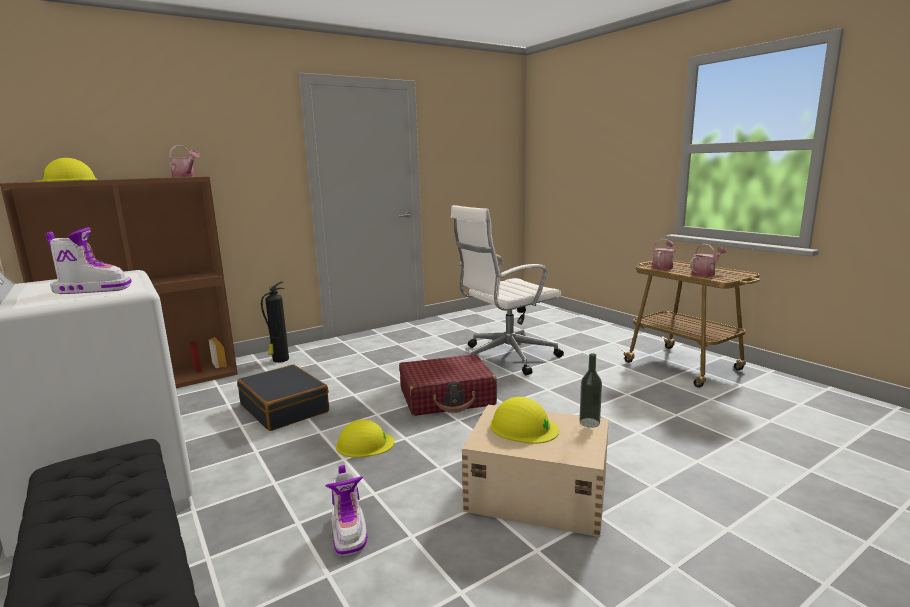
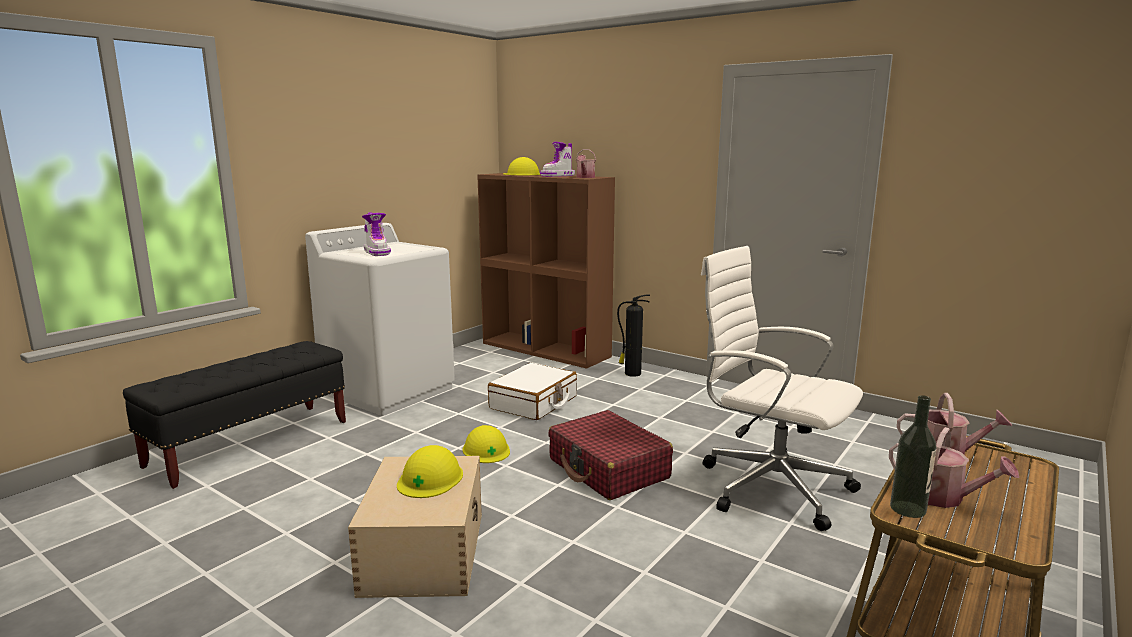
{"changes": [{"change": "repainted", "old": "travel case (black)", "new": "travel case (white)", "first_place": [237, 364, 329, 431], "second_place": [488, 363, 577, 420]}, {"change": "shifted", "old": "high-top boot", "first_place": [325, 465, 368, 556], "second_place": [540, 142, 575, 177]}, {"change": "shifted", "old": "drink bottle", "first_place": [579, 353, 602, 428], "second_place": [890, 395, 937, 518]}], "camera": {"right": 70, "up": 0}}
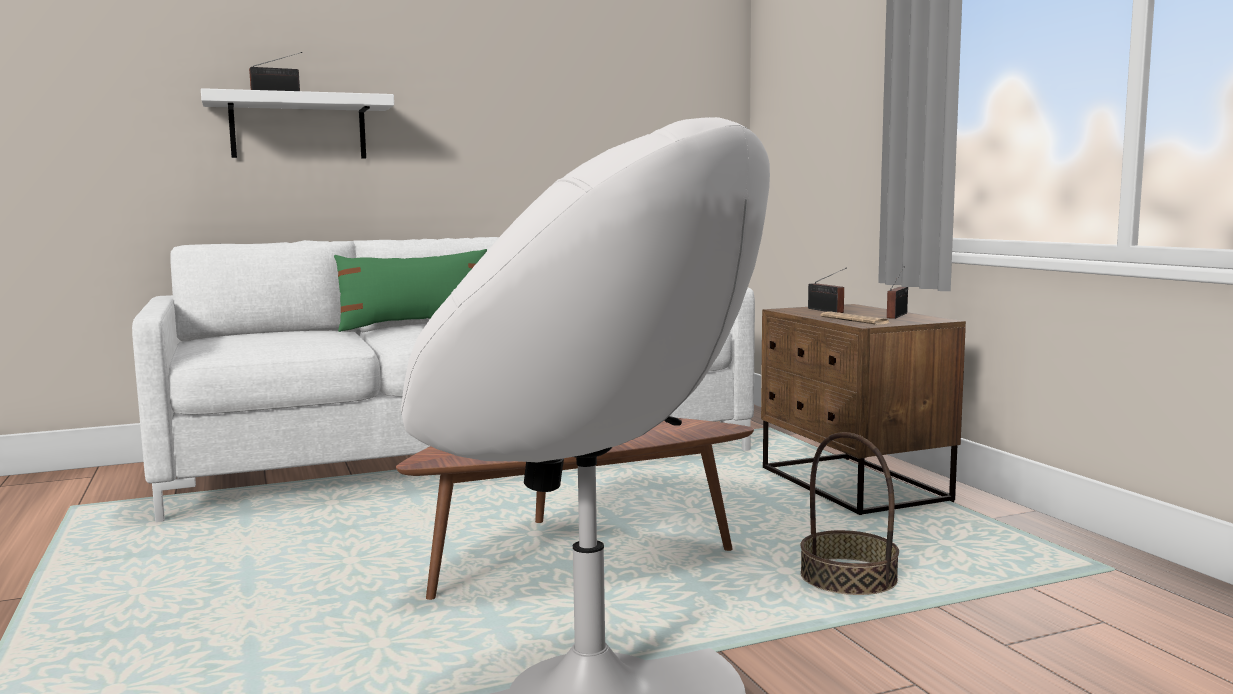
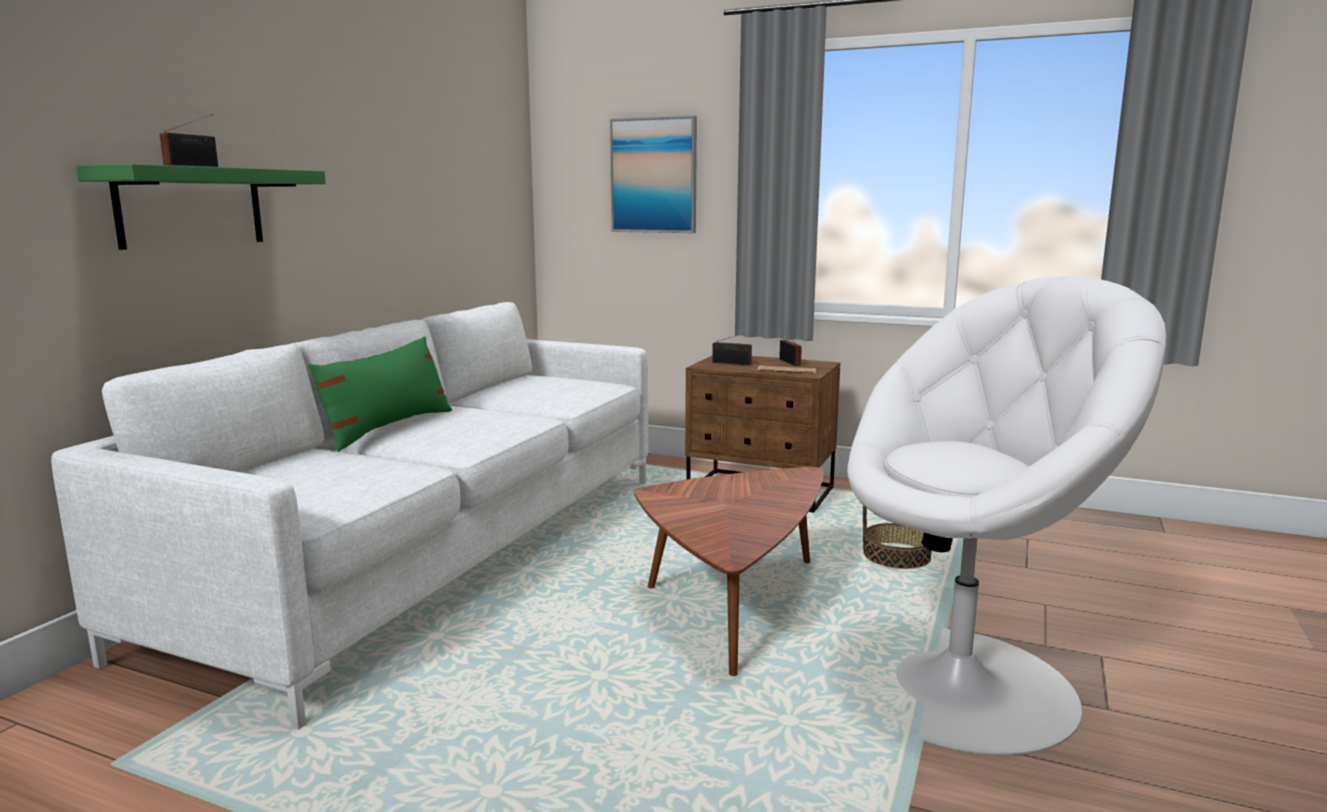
{"changes": [{"change": "repainted", "old": "bracket shelf (white)", "new": "bracket shelf (green-coloured)", "first_place": [201, 88, 394, 159], "second_place": [76, 164, 326, 250]}, {"change": "new", "new": "wall art", "second_place": [610, 116, 697, 233]}], "camera": {"right": -45, "up": 5}}
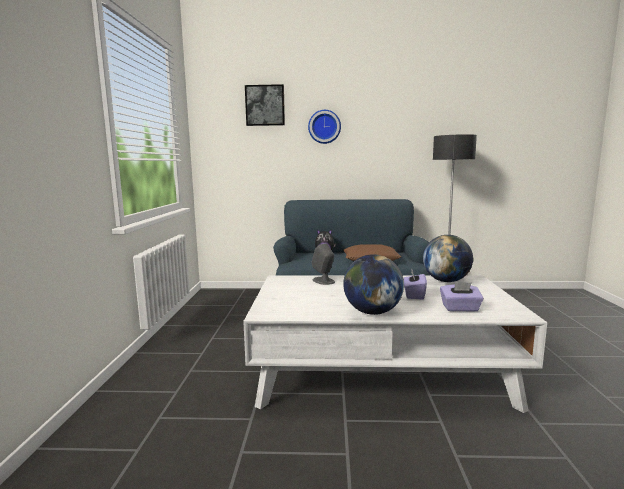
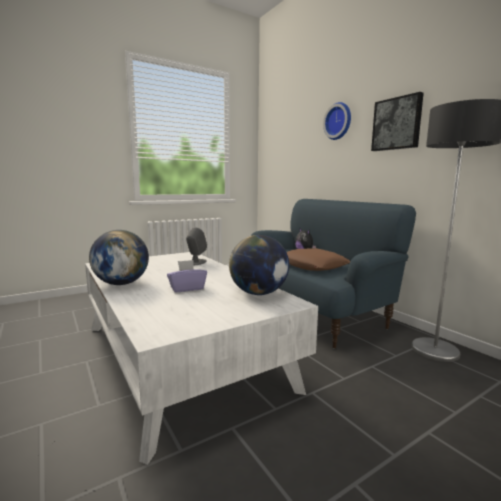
{"changes": [{"change": "shifted", "old": "wall art", "first_place": [245, 84, 285, 126], "second_place": [371, 92, 424, 151]}, {"change": "gone", "old": "box of tissues (purplish)", "first_place": [440, 282, 484, 312]}], "camera": {"right": 55, "up": 0}}
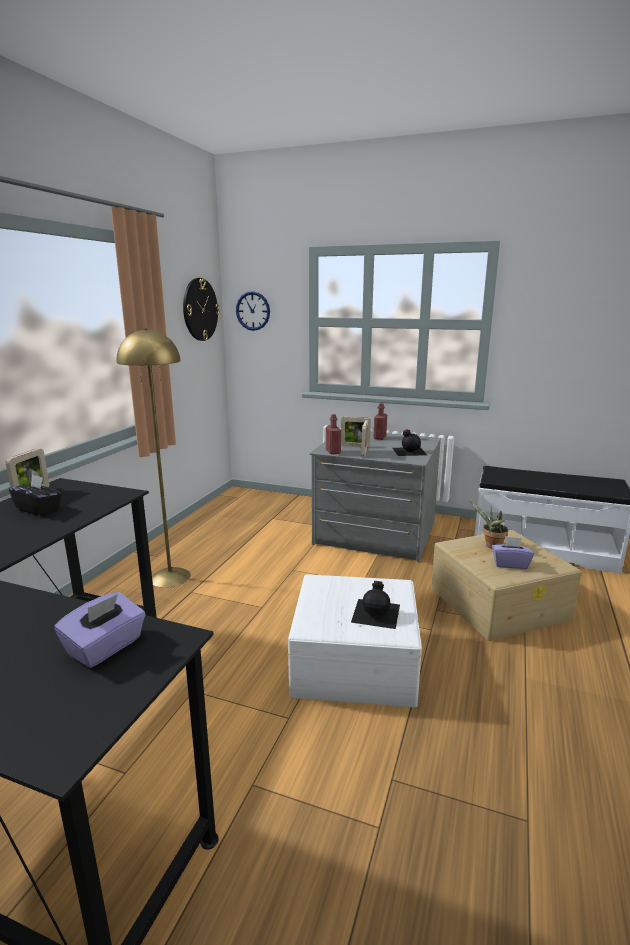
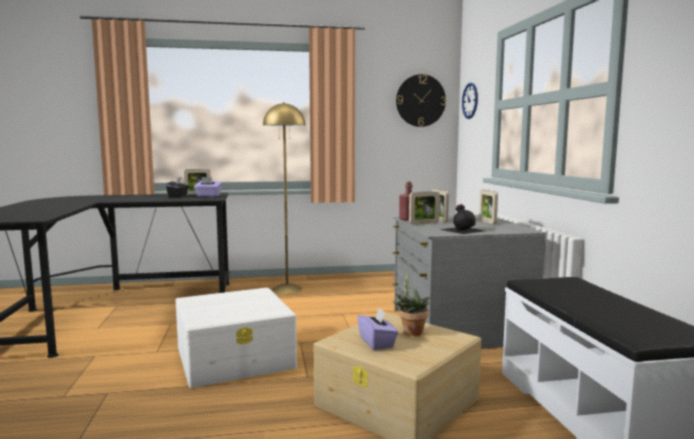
{"changes": [{"change": "shifted", "old": "box of tissues (purplish)", "first_place": [54, 592, 146, 668], "second_place": [194, 177, 222, 197]}, {"change": "gone", "old": "drink bottle (black)", "first_place": [351, 581, 400, 629]}, {"change": "swapped", "old": "drink bottle (red)", "new": "photo frame", "first_place": [373, 403, 387, 440], "second_place": [479, 190, 498, 224]}], "camera": {"right": 60, "up": -10}}
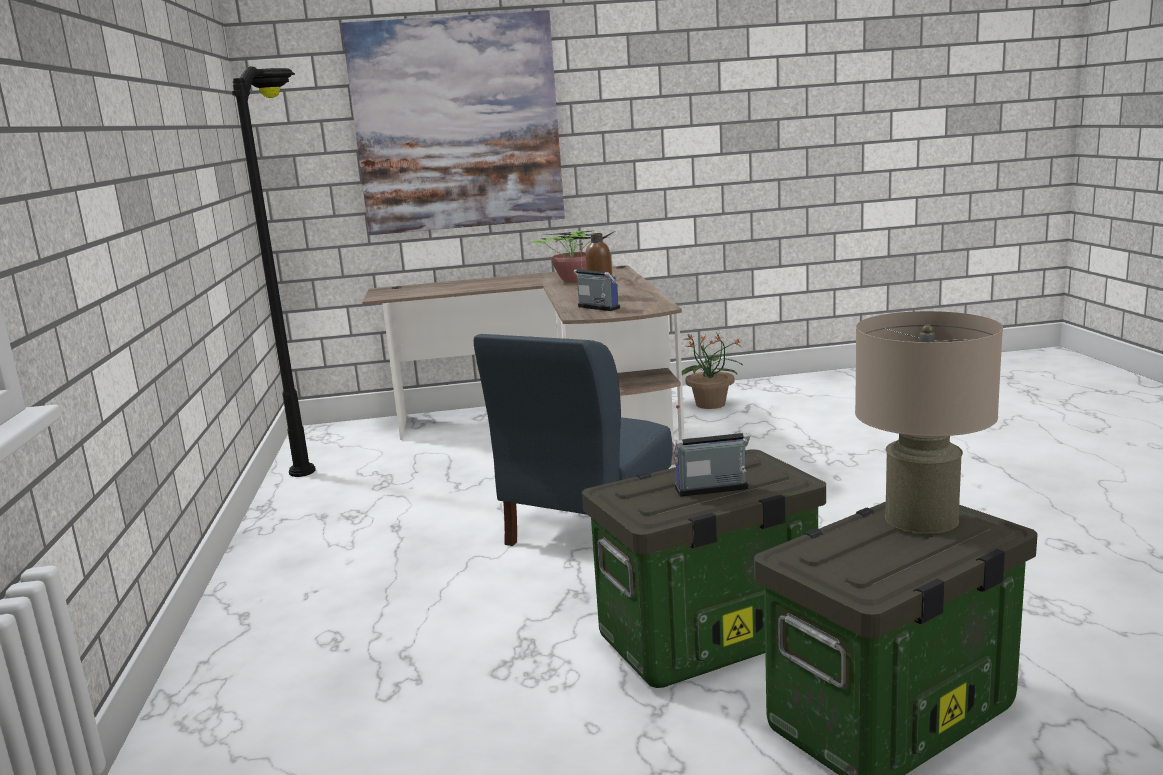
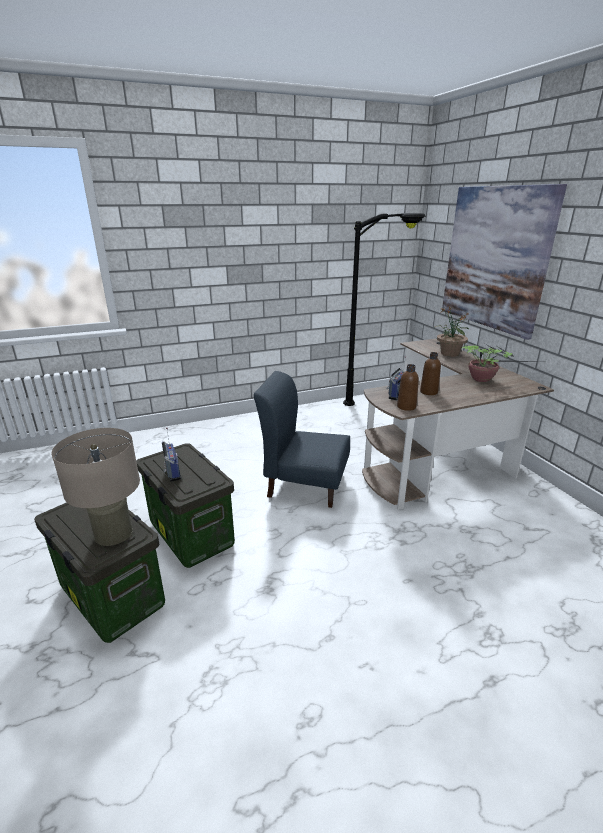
{"changes": [{"change": "shifted", "old": "potted plant", "first_place": [682, 333, 743, 409], "second_place": [435, 306, 469, 357]}, {"change": "new", "new": "drink bottle (brownish)", "second_place": [397, 364, 419, 411]}], "camera": {"right": 75, "up": 10}}
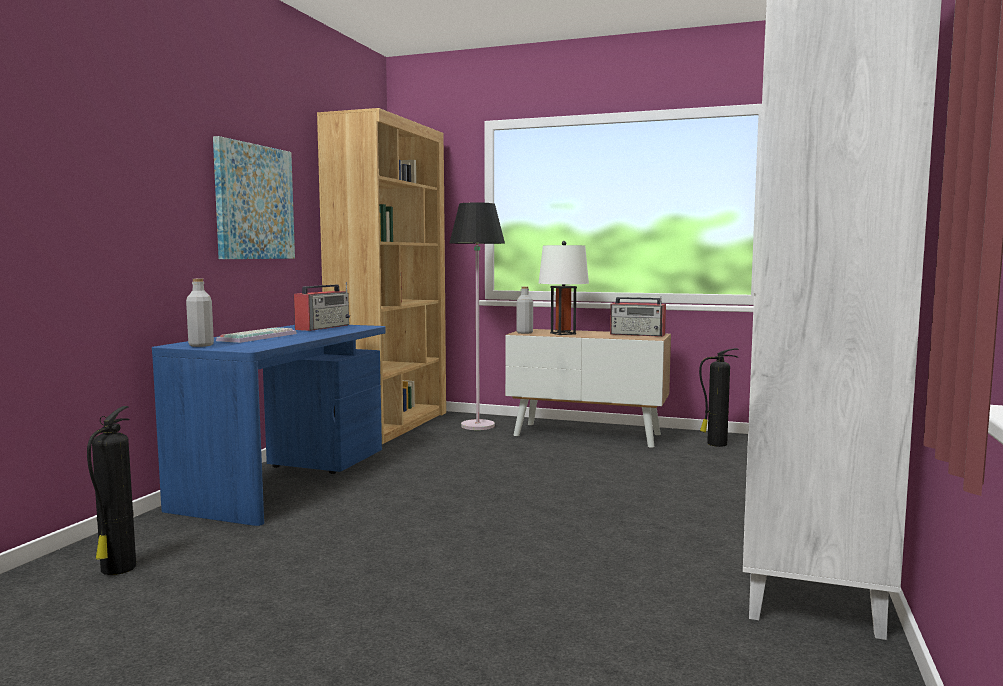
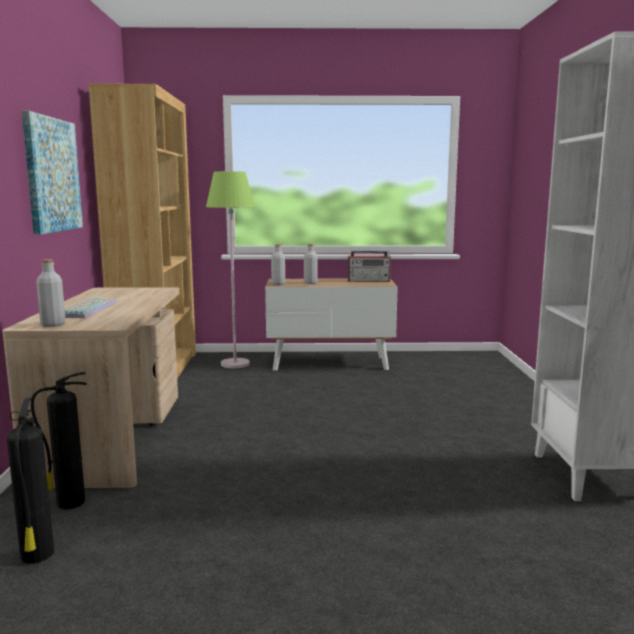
{"changes": [{"change": "repainted", "old": "desk (bluish)", "new": "desk (beige-coloured)", "first_place": [152, 325, 386, 526], "second_place": [2, 287, 179, 488]}, {"change": "gone", "old": "radio", "first_place": [294, 282, 350, 331]}, {"change": "repainted", "old": "standard lamp (black)", "new": "standard lamp (green-coloured)", "first_place": [450, 202, 505, 430], "second_place": [206, 171, 255, 368]}, {"change": "swapped", "old": "table lamp (white)", "new": "drink bottle (grey)", "first_place": [539, 241, 589, 335], "second_place": [304, 244, 318, 284]}, {"change": "shifted", "old": "extinguisher", "first_place": [699, 348, 738, 447], "second_place": [31, 372, 87, 509]}], "camera": {"right": -20, "up": 5}}
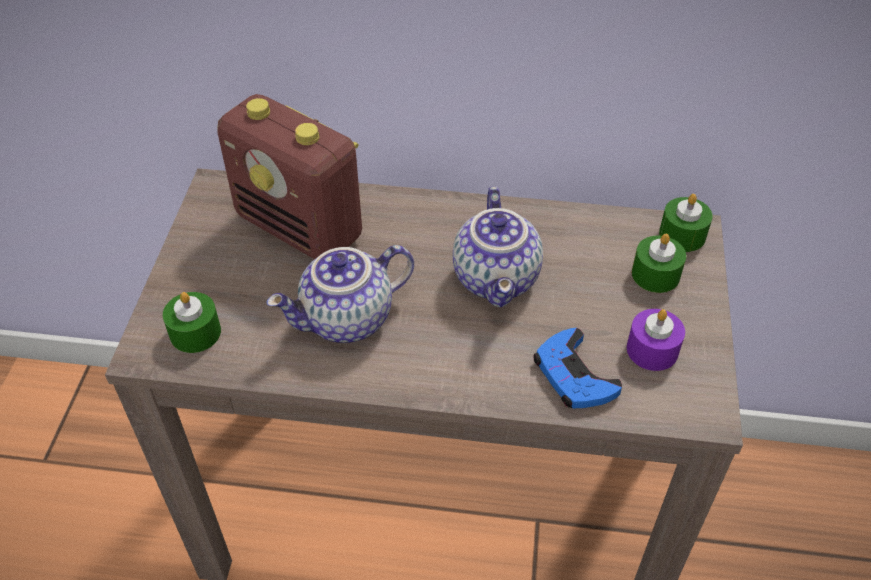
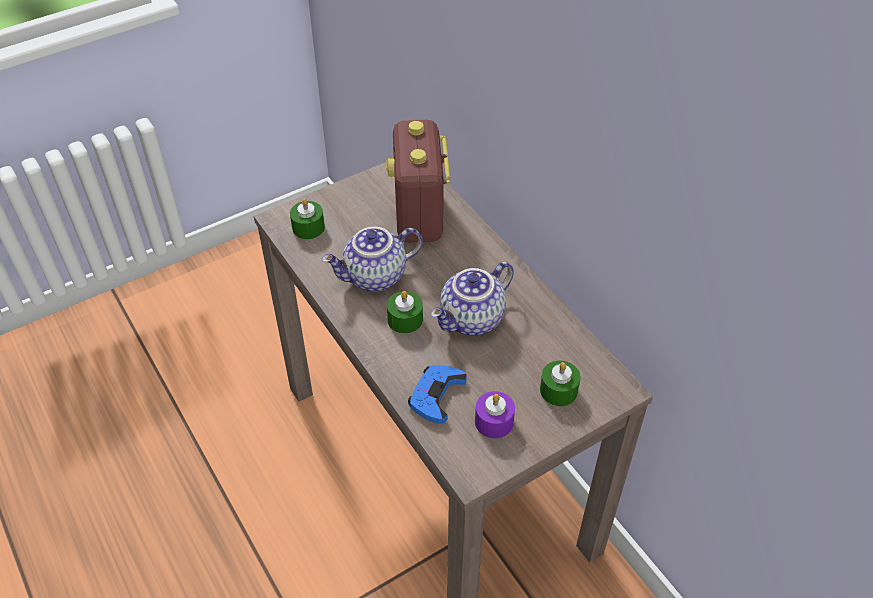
{"changes": [{"change": "rotated", "old": "teapot", "first_place": [266, 245, 414, 343], "second_place": [322, 227, 423, 291], "degrees": -45}, {"change": "shifted", "old": "wax candle (green-coloured)", "first_place": [659, 194, 713, 252], "second_place": [387, 291, 423, 334]}], "camera": {"right": 50, "up": 0}}
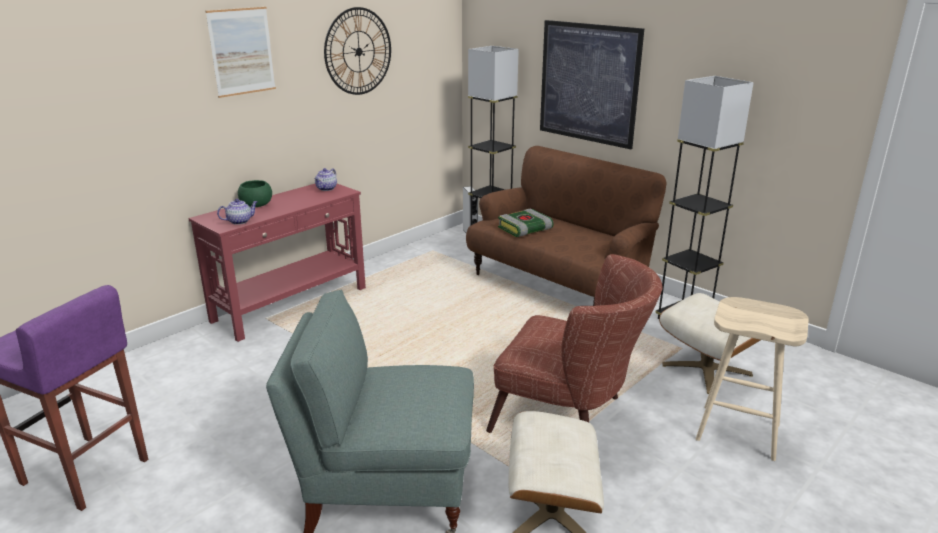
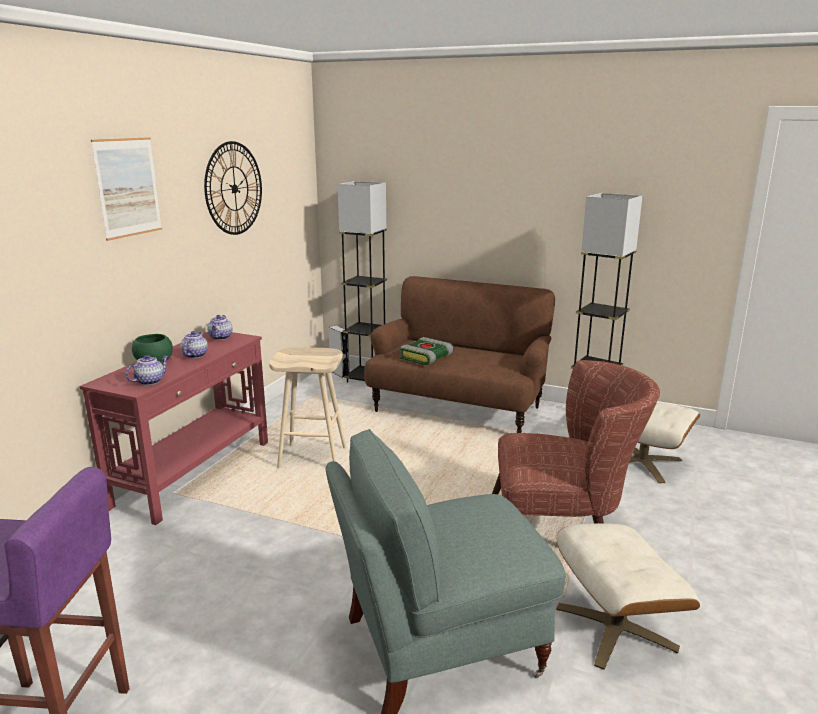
{"changes": [{"change": "gone", "old": "wall art", "first_place": [540, 20, 644, 149]}, {"change": "shifted", "old": "stool seat (beige-coloured)", "first_place": [696, 297, 808, 461], "second_place": [269, 347, 347, 468]}, {"change": "new", "new": "teapot", "second_place": [180, 331, 208, 358]}], "camera": {"right": -20, "up": -5}}
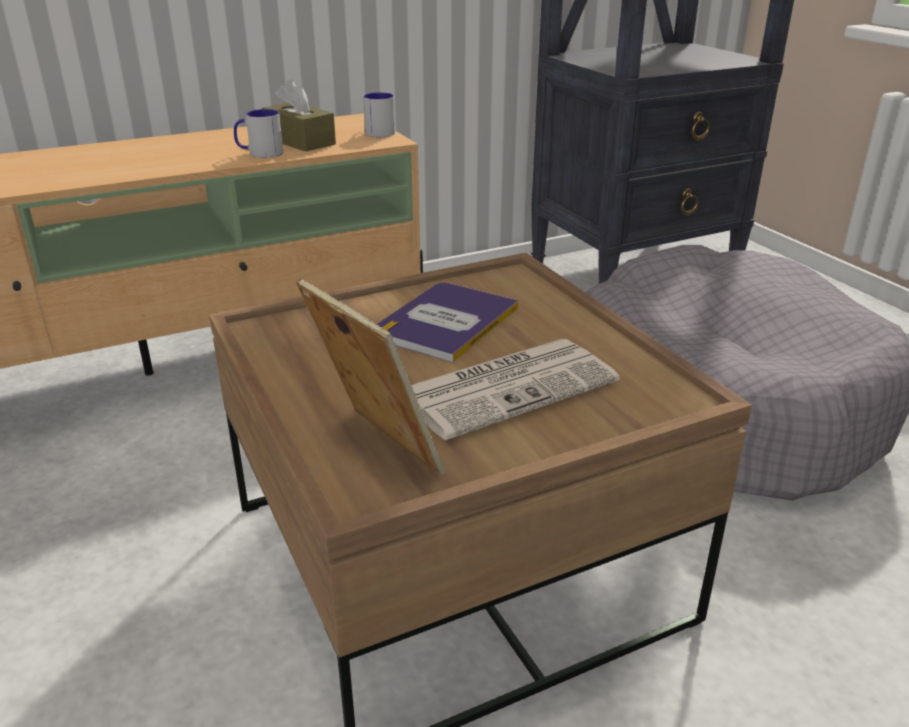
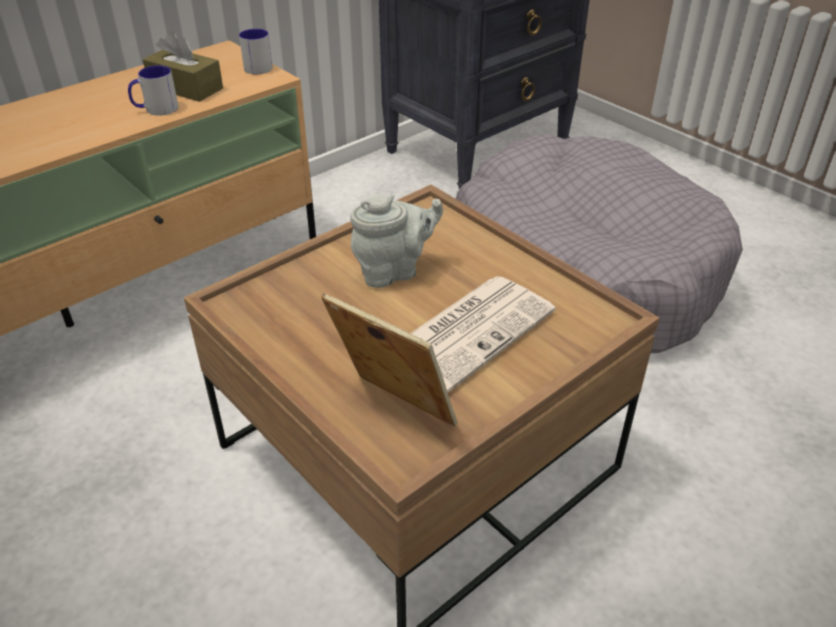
{"changes": [{"change": "swapped", "old": "bound book", "new": "teapot (grey)", "first_place": [377, 283, 519, 363], "second_place": [350, 194, 443, 288]}], "camera": {"right": -15, "up": 10}}
